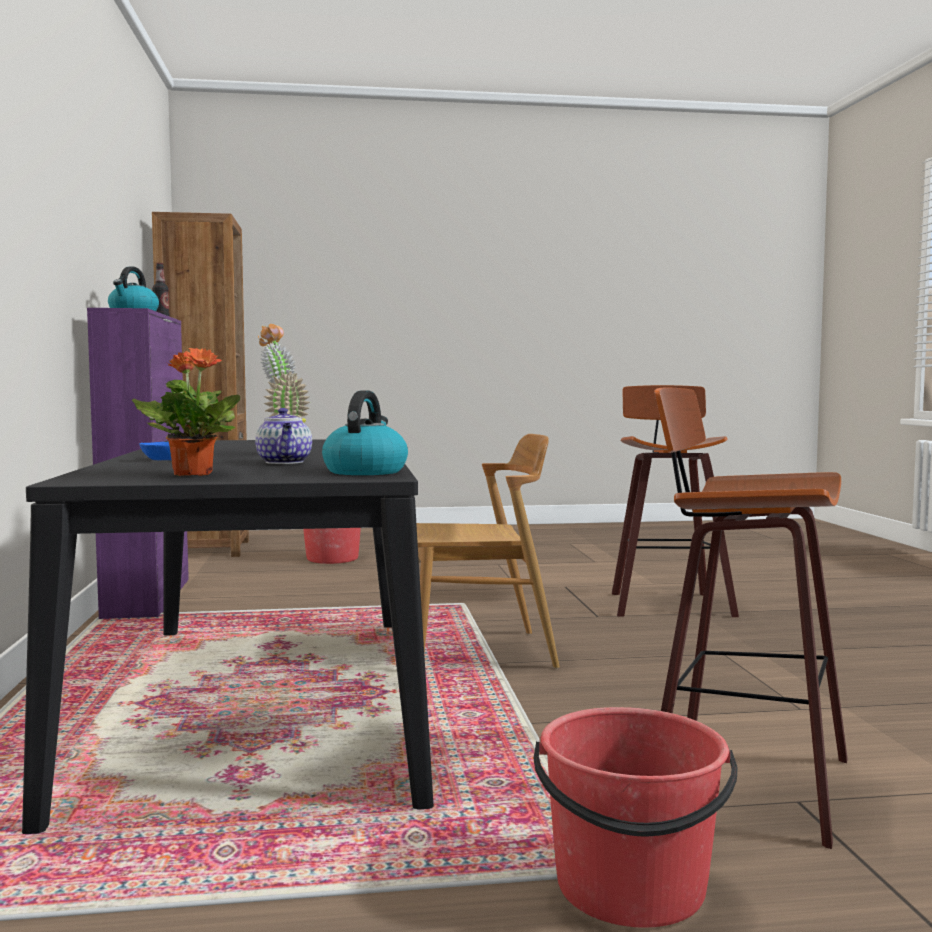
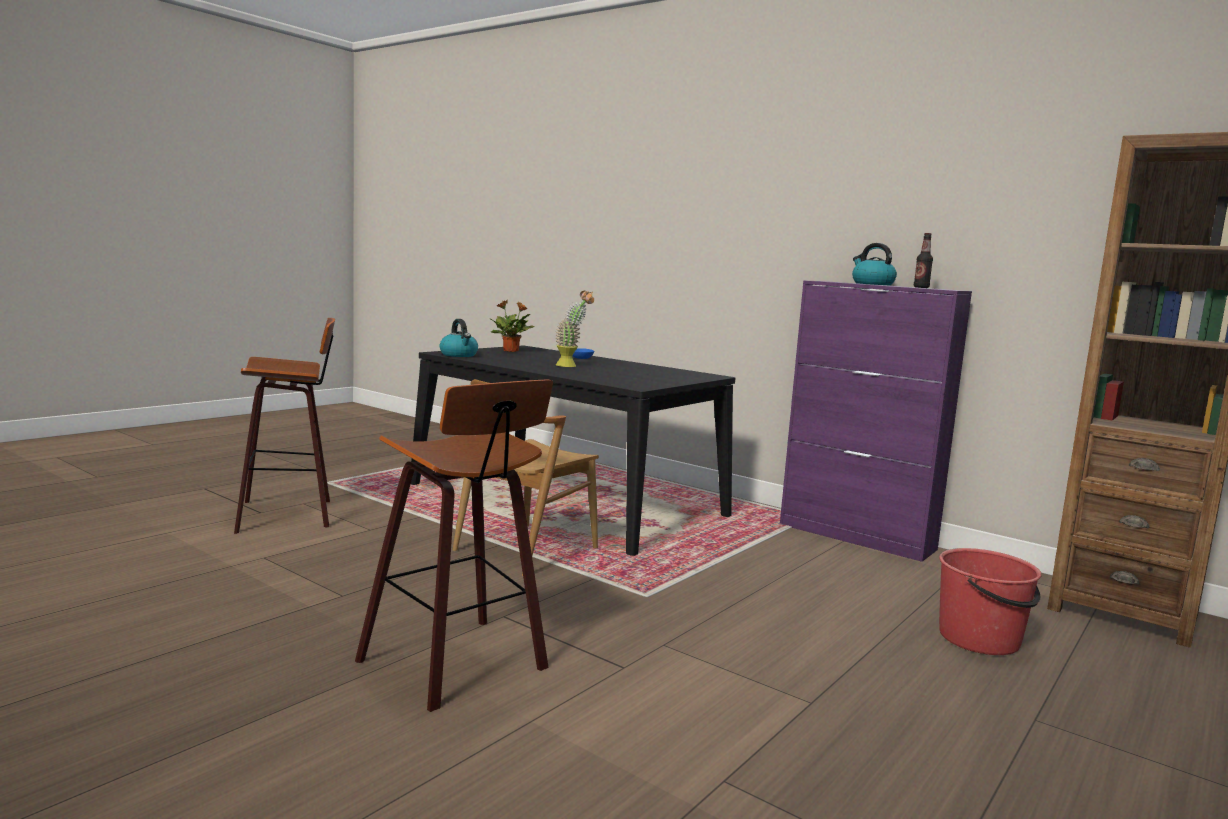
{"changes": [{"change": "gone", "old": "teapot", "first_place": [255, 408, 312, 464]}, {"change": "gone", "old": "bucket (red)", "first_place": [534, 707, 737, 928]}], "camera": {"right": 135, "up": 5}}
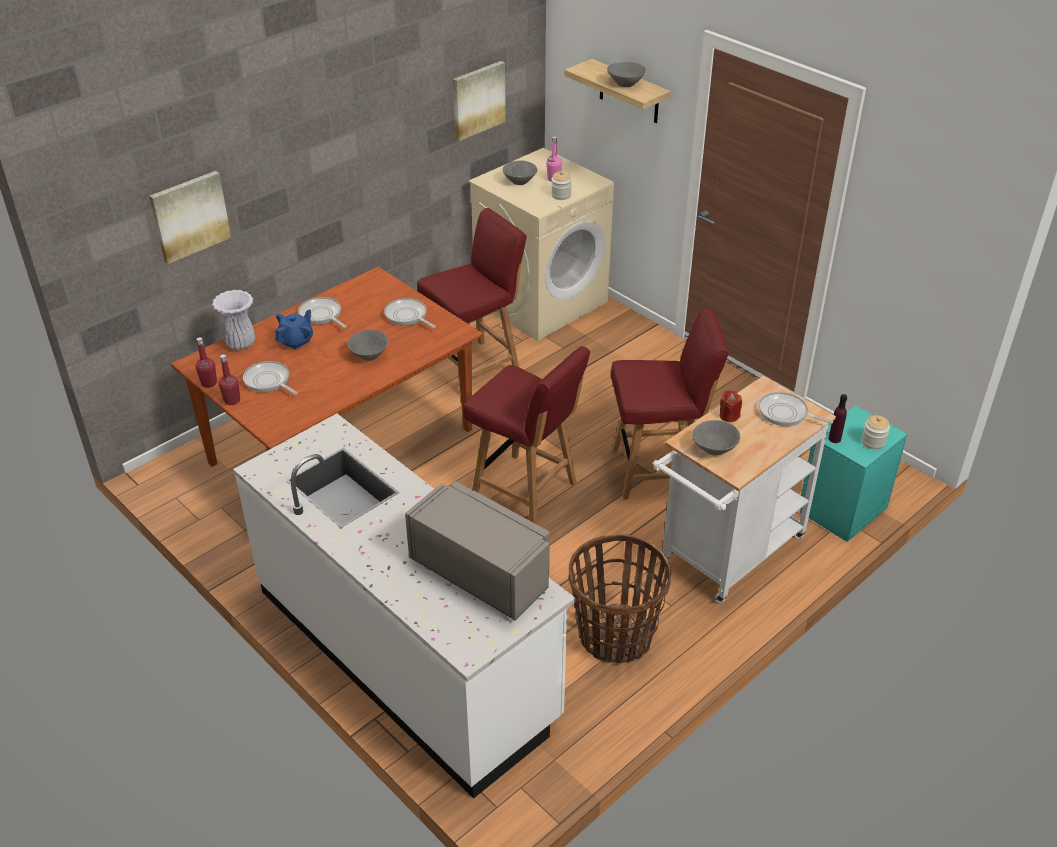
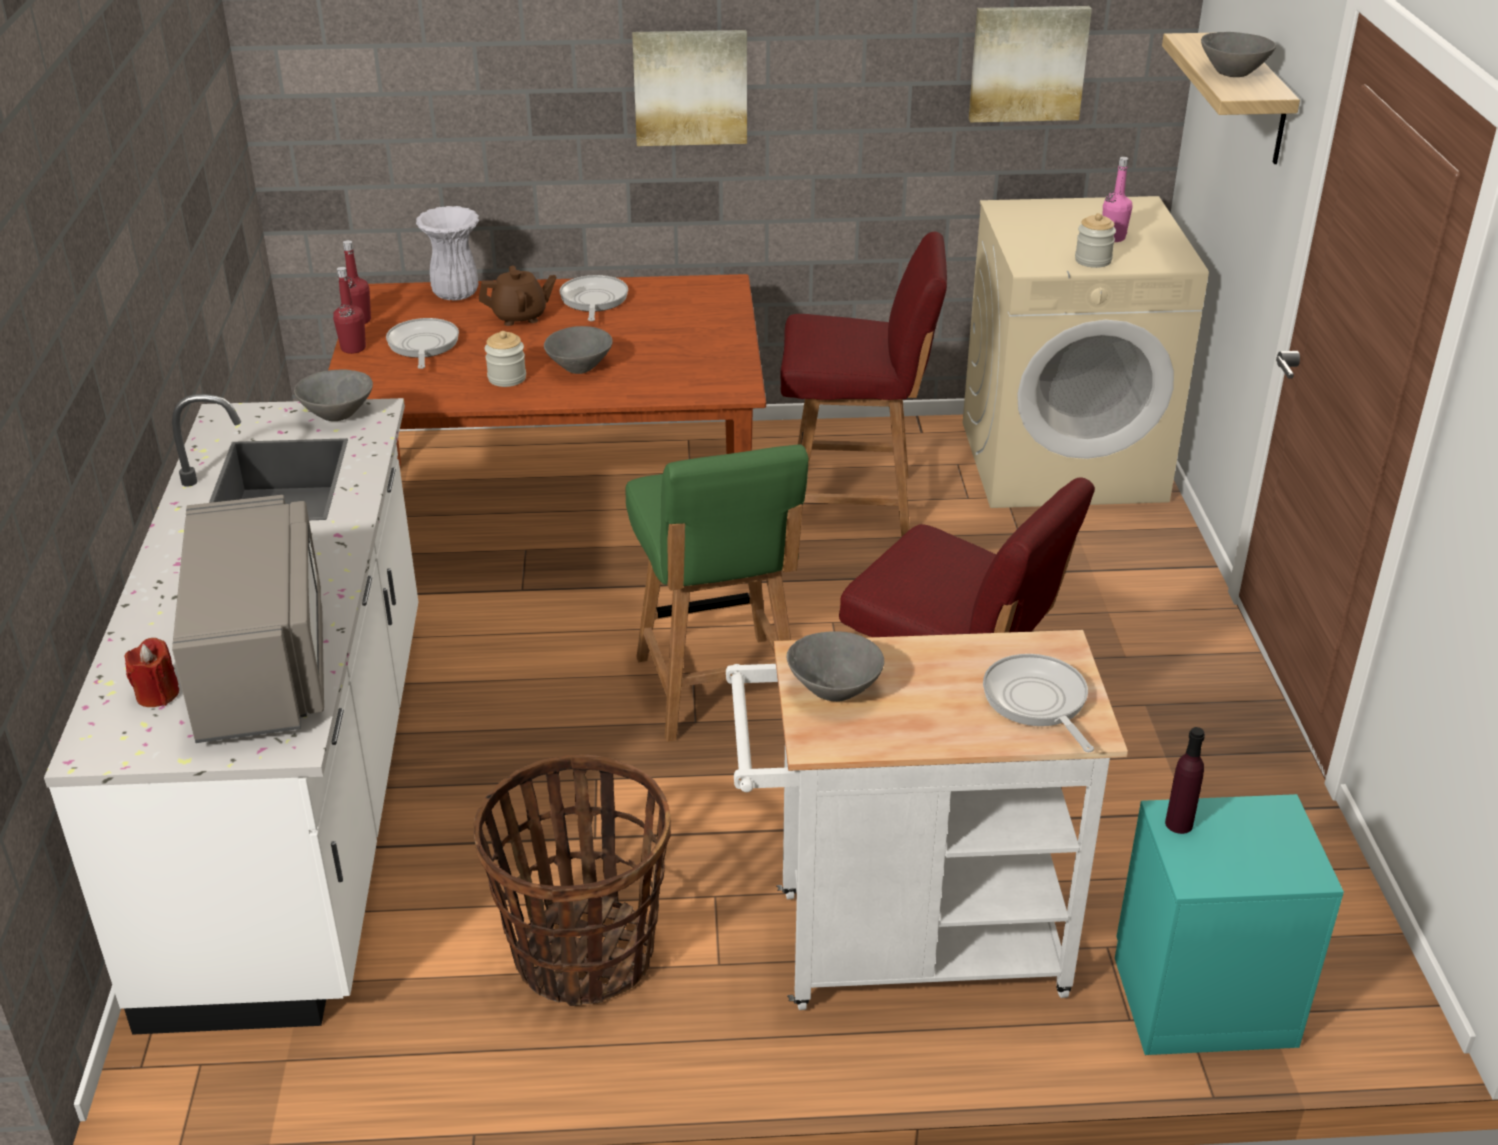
{"changes": [{"change": "shifted", "old": "wall art", "first_place": [149, 171, 231, 264], "second_place": [632, 30, 747, 146]}, {"change": "repainted", "old": "teapot (bluish)", "new": "teapot (brownish)", "first_place": [275, 309, 313, 350], "second_place": [479, 266, 556, 326]}, {"change": "gone", "old": "pan", "first_place": [384, 298, 436, 328]}, {"change": "repainted", "old": "upright chair (red)", "new": "upright chair (green-coloured)", "first_place": [463, 346, 590, 524], "second_place": [626, 444, 809, 742]}, {"change": "shifted", "old": "deep dish (grey)", "first_place": [502, 160, 537, 185], "second_place": [294, 369, 373, 421]}, {"change": "shifted", "old": "wax candle (red)", "first_place": [720, 390, 742, 422], "second_place": [124, 638, 179, 707]}, {"change": "shifted", "old": "jar", "first_place": [862, 415, 890, 449], "second_place": [485, 331, 526, 387]}], "camera": {"right": 40, "up": -5}}
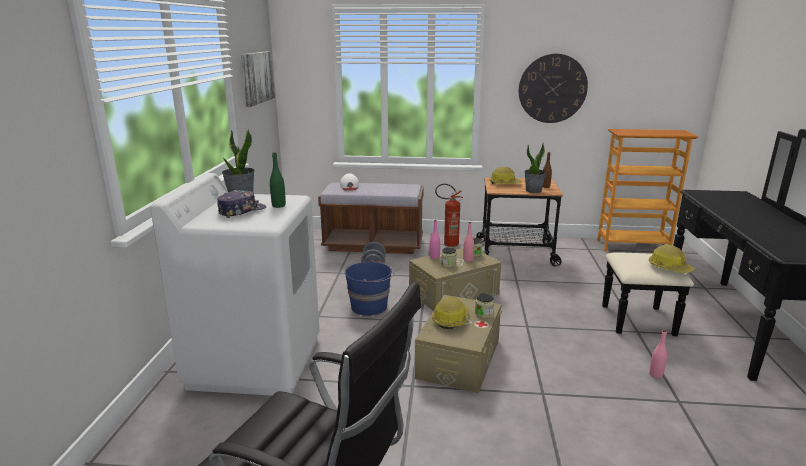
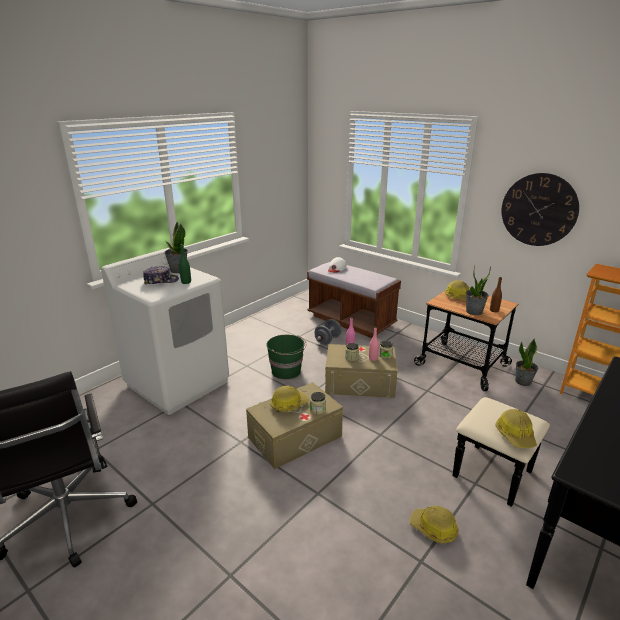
{"changes": [{"change": "gone", "old": "wall art", "first_place": [241, 51, 275, 107]}, {"change": "repainted", "old": "bucket (bluish)", "new": "bucket (green-coloured)", "first_place": [345, 260, 394, 316], "second_place": [266, 335, 306, 379]}, {"change": "gone", "old": "extinguisher", "first_place": [435, 184, 463, 247]}, {"change": "swapped", "old": "drink bottle (pink)", "new": "safety helmet", "first_place": [649, 330, 667, 379], "second_place": [410, 506, 459, 543]}, {"change": "new", "new": "potted plant", "second_place": [515, 338, 539, 386]}], "camera": {"right": 35, "up": 5}}
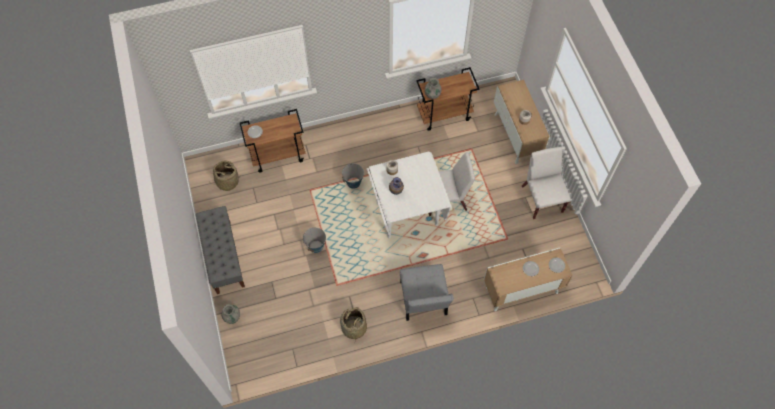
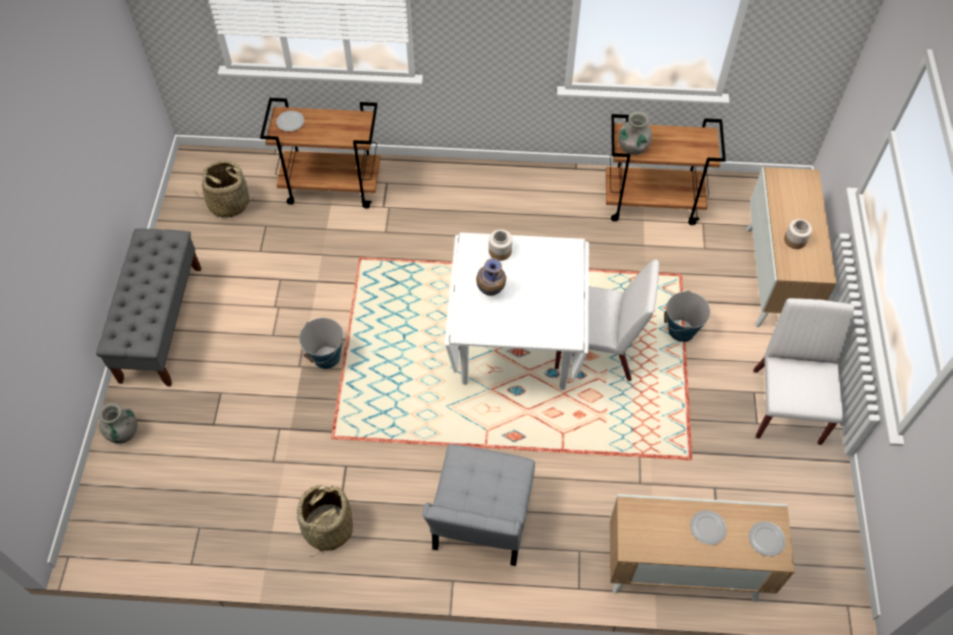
{"changes": [{"change": "shifted", "old": "bucket", "first_place": [342, 163, 364, 189], "second_place": [664, 291, 711, 342]}], "camera": {"right": 20, "up": -5}}
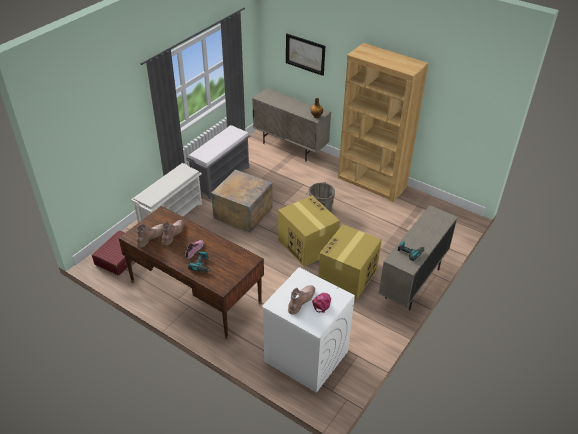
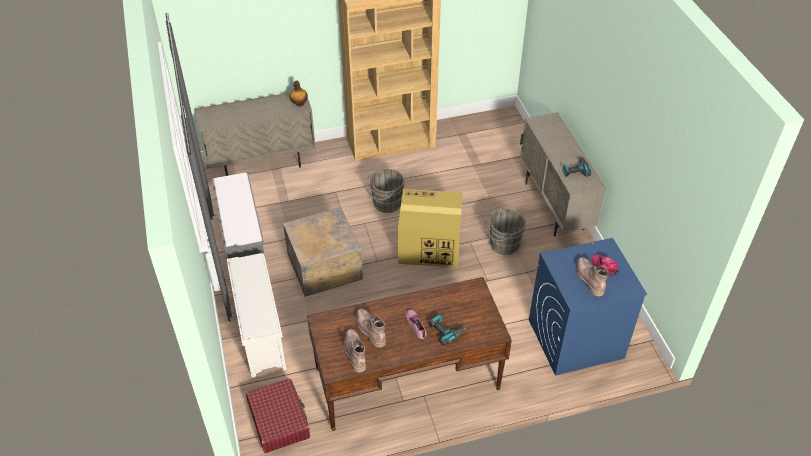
{"changes": [{"change": "repainted", "old": "laundry machine (white)", "new": "laundry machine (bluish)", "first_place": [262, 267, 355, 393], "second_place": [529, 238, 647, 376]}, {"change": "gone", "old": "wall art", "first_place": [286, 34, 325, 76]}, {"change": "swapped", "old": "cardboard box", "new": "bucket (grey)", "first_place": [318, 224, 382, 300], "second_place": [485, 208, 526, 255]}], "camera": {"right": -50, "up": 5}}
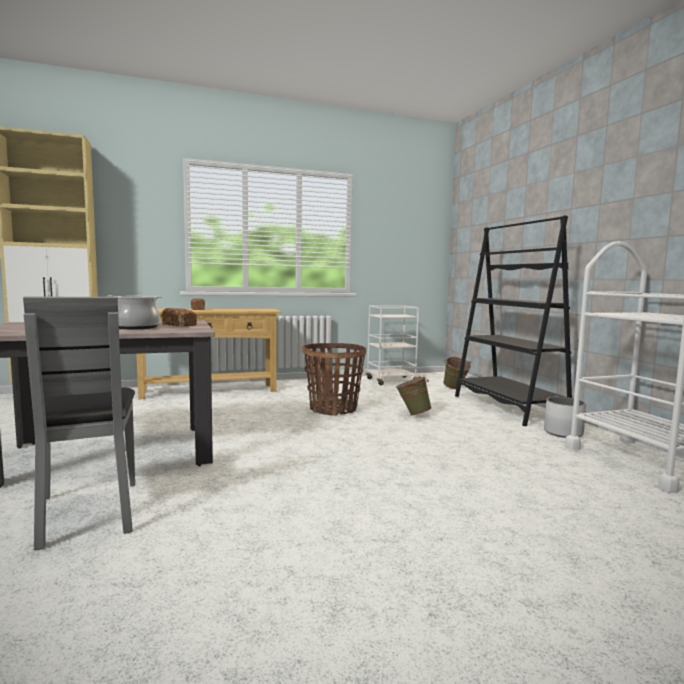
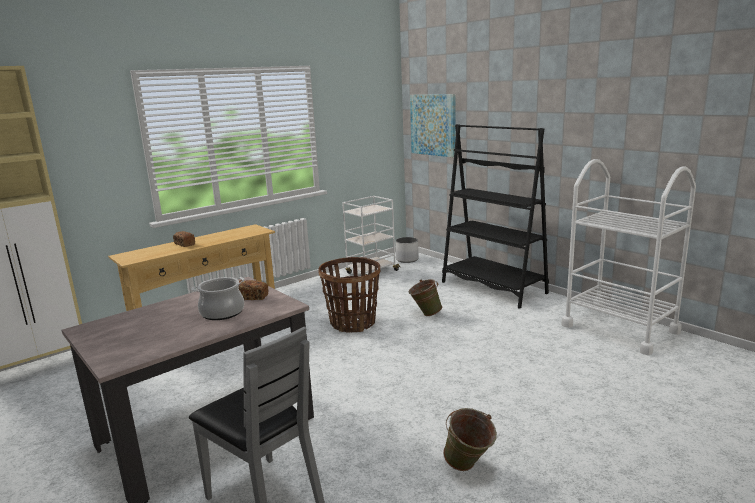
{"changes": [{"change": "shifted", "old": "bucket (green-coloured)", "first_place": [443, 357, 471, 389], "second_place": [443, 408, 497, 471]}, {"change": "shifted", "old": "flower pot (white)", "first_place": [544, 397, 586, 438], "second_place": [395, 237, 419, 263]}, {"change": "new", "new": "wall art", "second_place": [410, 94, 456, 157]}], "camera": {"right": -20, "up": 10}}
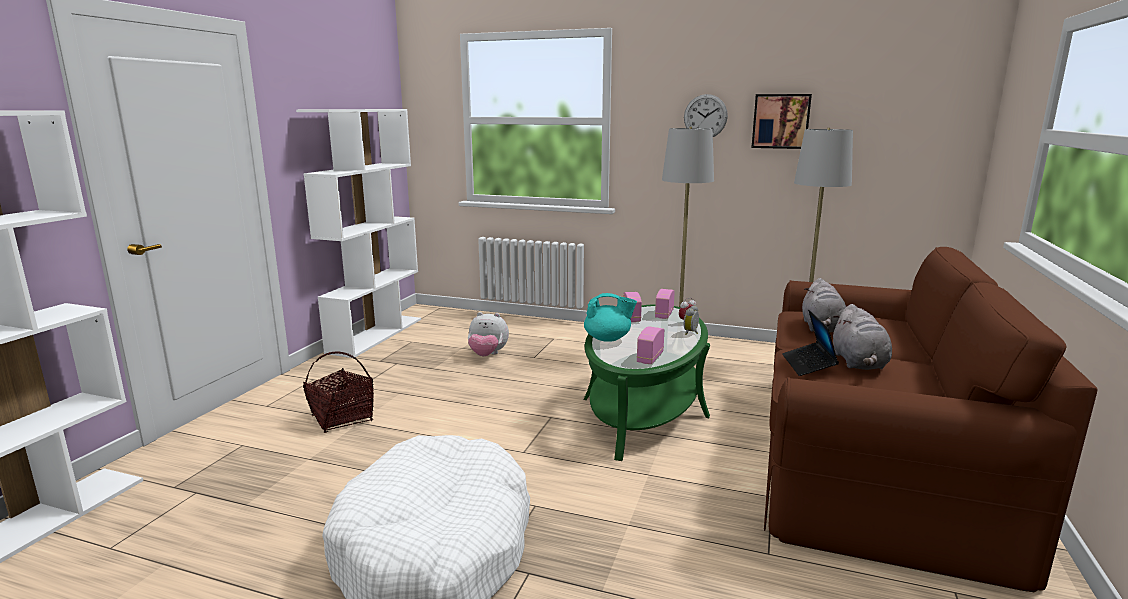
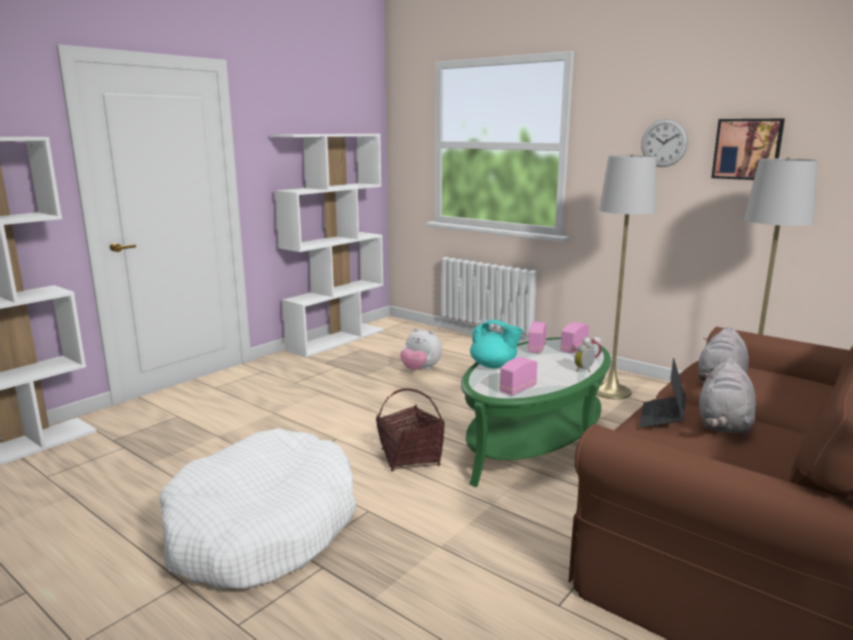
{"changes": [{"change": "shifted", "old": "basket", "first_place": [303, 352, 374, 433], "second_place": [376, 388, 445, 471]}], "camera": {"right": 20, "up": 0}}
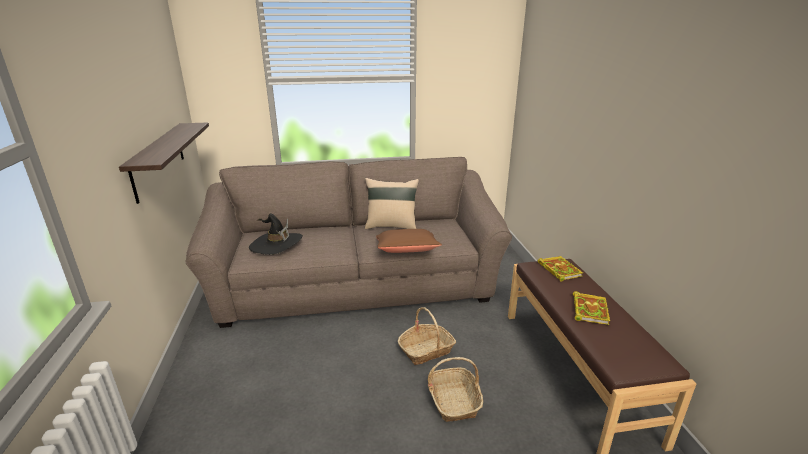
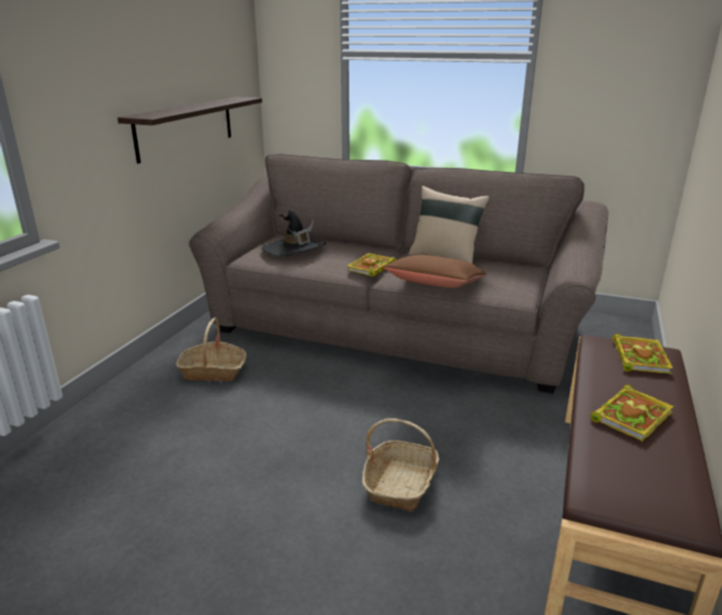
{"changes": [{"change": "shifted", "old": "basket", "first_place": [398, 307, 456, 365], "second_place": [176, 318, 246, 381]}, {"change": "new", "new": "bound book", "second_place": [347, 253, 396, 277]}], "camera": {"right": 30, "up": 0}}
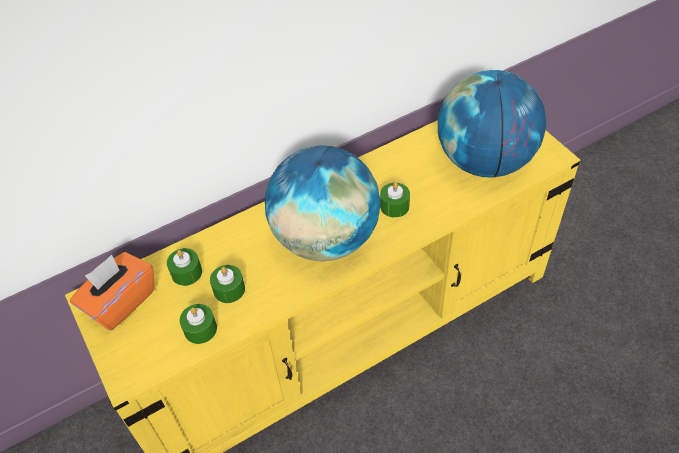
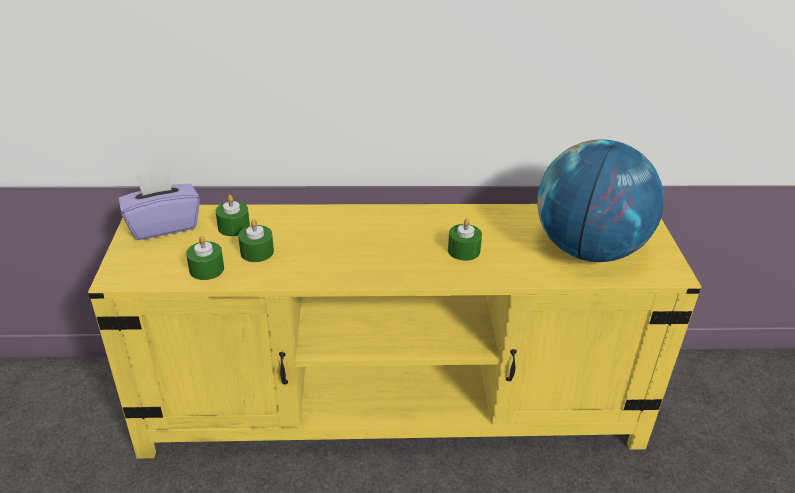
{"changes": [{"change": "repainted", "old": "box of tissues (orange)", "new": "box of tissues (purplish)", "first_place": [70, 252, 154, 330], "second_place": [118, 170, 200, 240]}, {"change": "gone", "old": "desk globe", "first_place": [265, 145, 381, 262]}], "camera": {"right": 25, "up": -15}}
